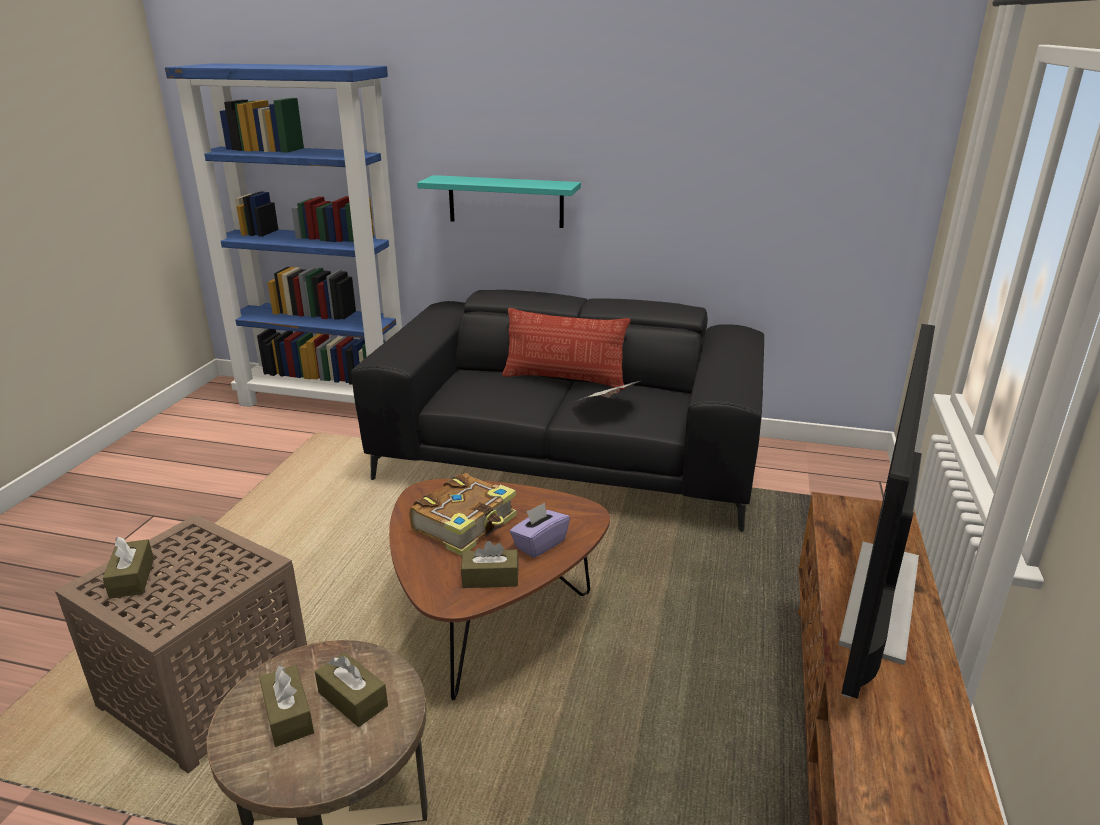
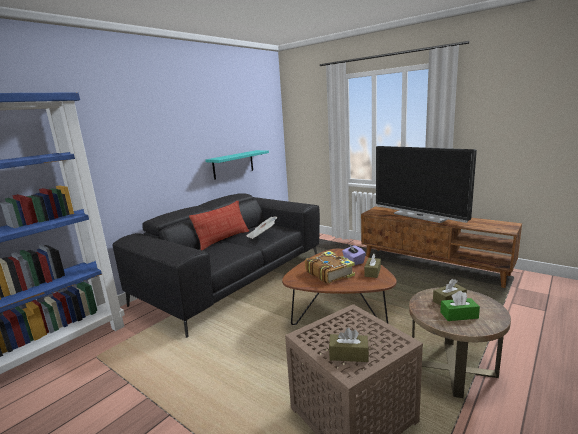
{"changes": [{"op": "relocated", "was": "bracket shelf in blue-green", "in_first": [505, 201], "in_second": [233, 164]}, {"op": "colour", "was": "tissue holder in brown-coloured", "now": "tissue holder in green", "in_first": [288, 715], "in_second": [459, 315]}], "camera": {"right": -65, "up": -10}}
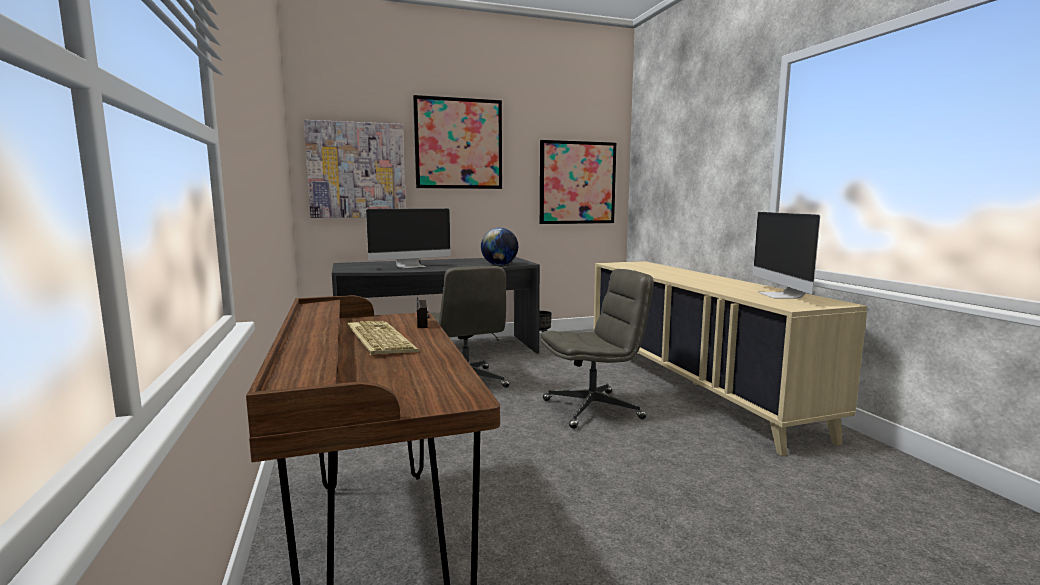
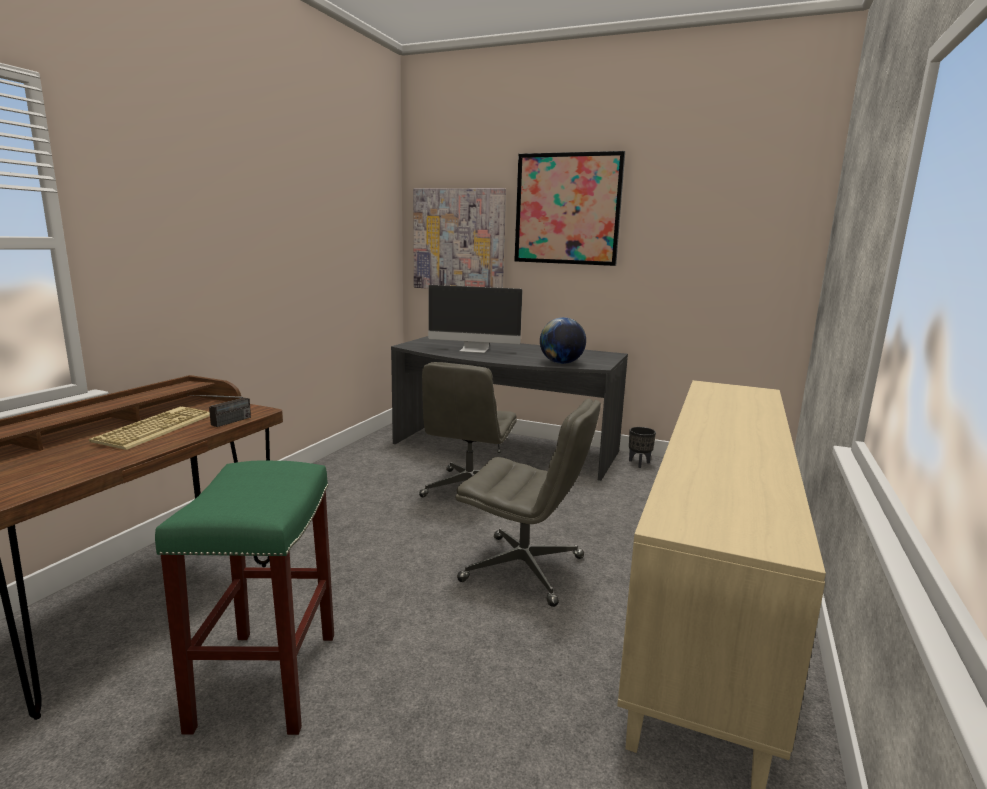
{"changes": [{"op": "missing", "was": "wall art", "in_first": [577, 183]}, {"op": "missing", "was": "computer screen", "in_first": [781, 295]}, {"op": "appeared", "now": "stool in green", "in_second": [267, 681]}], "camera": {"right": 40, "up": 5}}
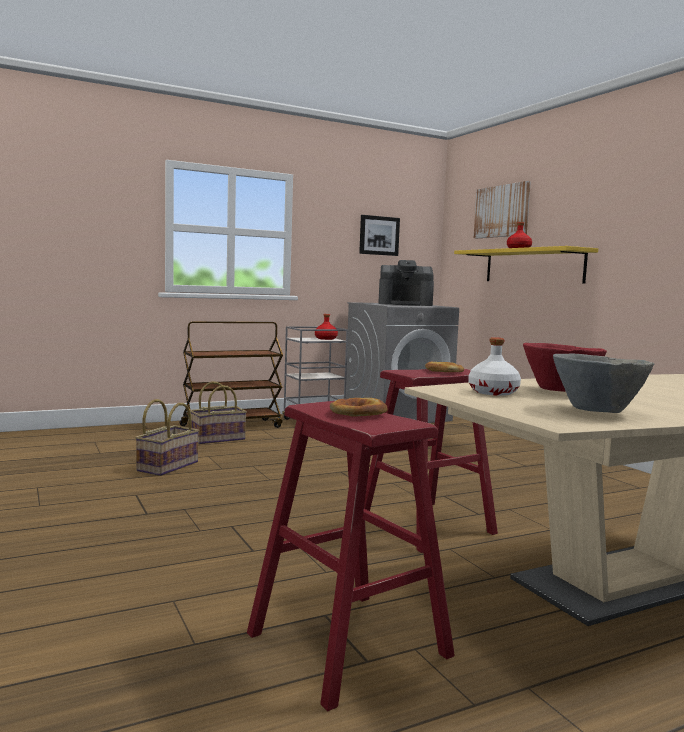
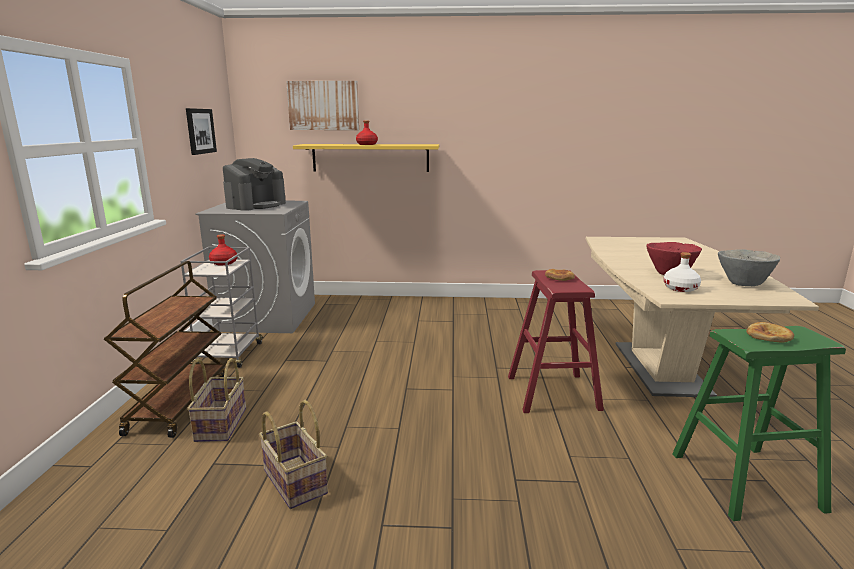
{"changes": [{"op": "colour", "was": "stool in red-coloured", "now": "stool in green", "in_first": [348, 644], "in_second": [745, 481]}], "camera": {"right": -60, "up": 10}}
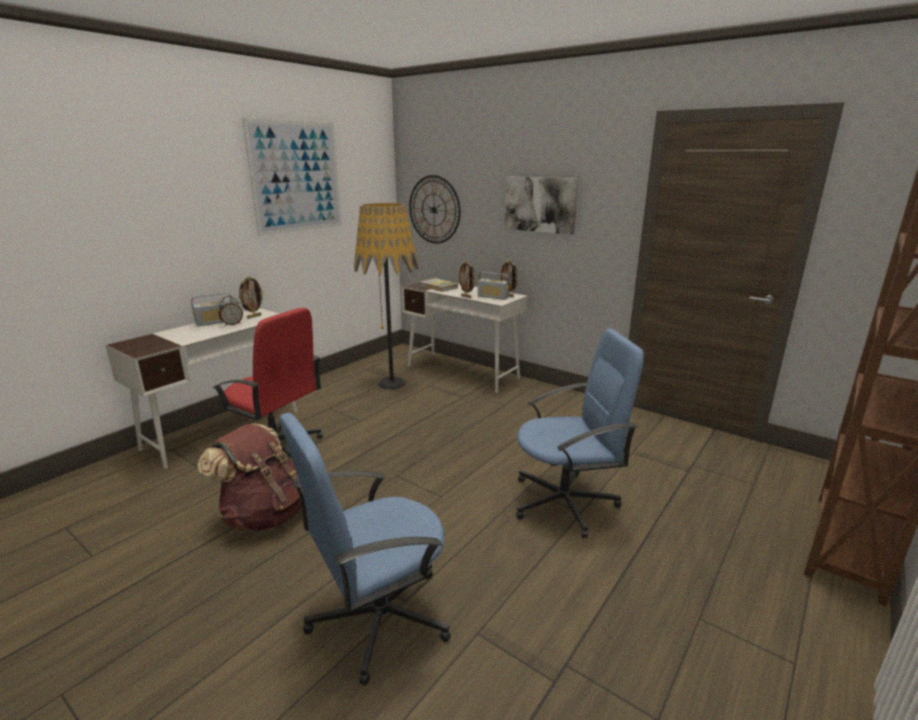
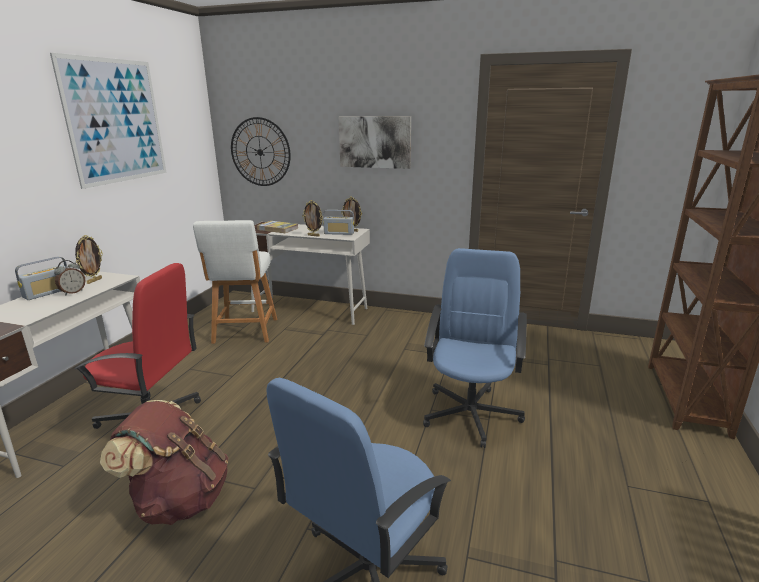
{"changes": [{"op": "exchanged", "was": "standing lamp", "now": "stool in white-coloured", "in_first": [391, 383], "in_second": [245, 332]}, {"op": "spun", "was": "desk chair in blue", "in_first": [565, 502], "in_second": [471, 413], "clockwise": -45}], "camera": {"right": -20, "up": 0}}
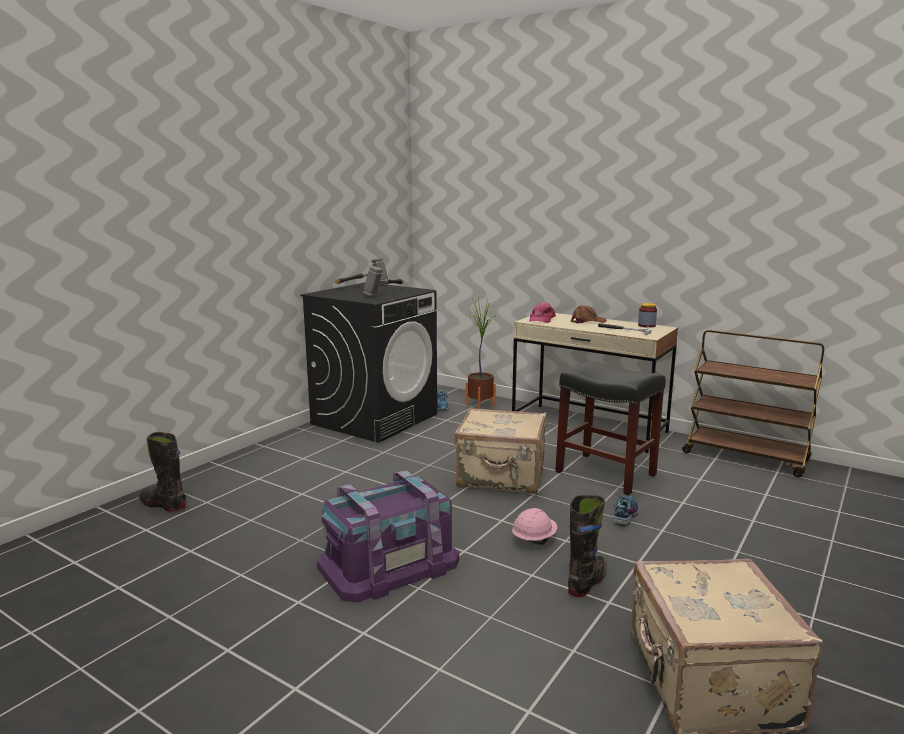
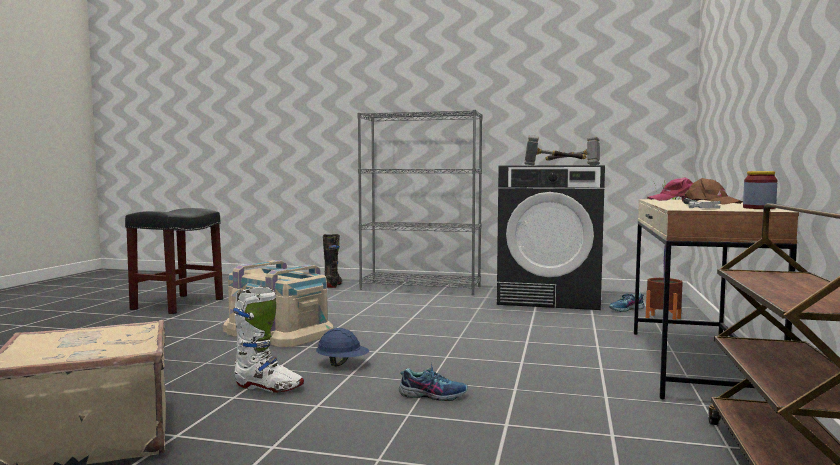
{"changes": [{"op": "relocated", "was": "stool in black", "in_first": [604, 473], "in_second": [178, 304]}, {"op": "missing", "was": "suitcase in beige-coloured", "in_first": [501, 477]}, {"op": "colour", "was": "storage box in purple-coloured", "now": "storage box in beige-coloured", "in_first": [388, 563], "in_second": [278, 331]}, {"op": "colour", "was": "tall boot in black", "now": "tall boot in white-coloured", "in_first": [587, 582], "in_second": [268, 387]}, {"op": "colour", "was": "work helmet in pinkish", "now": "work helmet in blue", "in_first": [534, 540], "in_second": [343, 364]}, {"op": "appeared", "now": "bookshelf in gray", "in_second": [421, 288]}], "camera": {"right": 70, "up": -10}}
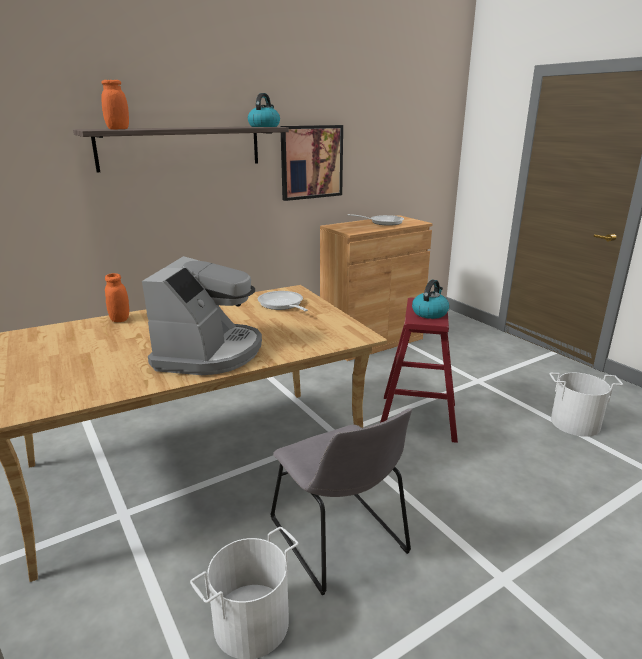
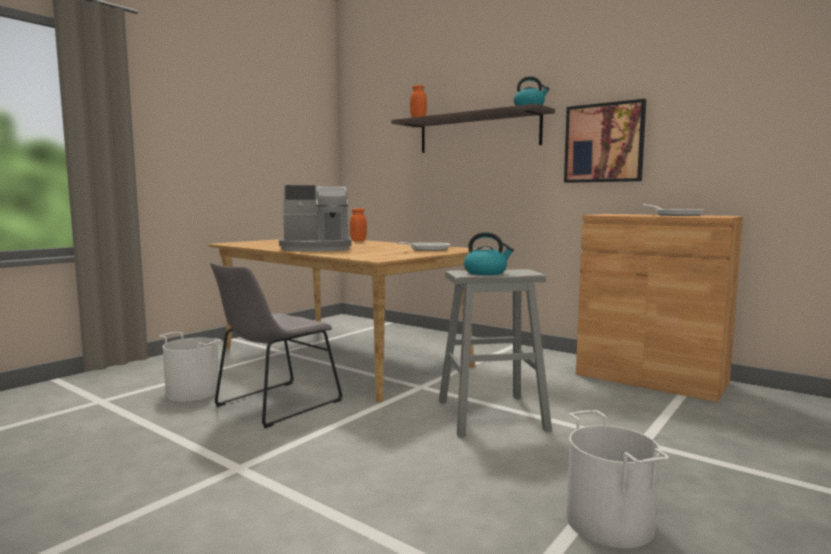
{"changes": [{"op": "colour", "was": "stool in red-coloured", "now": "stool in gray", "in_first": [417, 417], "in_second": [491, 415]}], "camera": {"right": 70, "up": -15}}
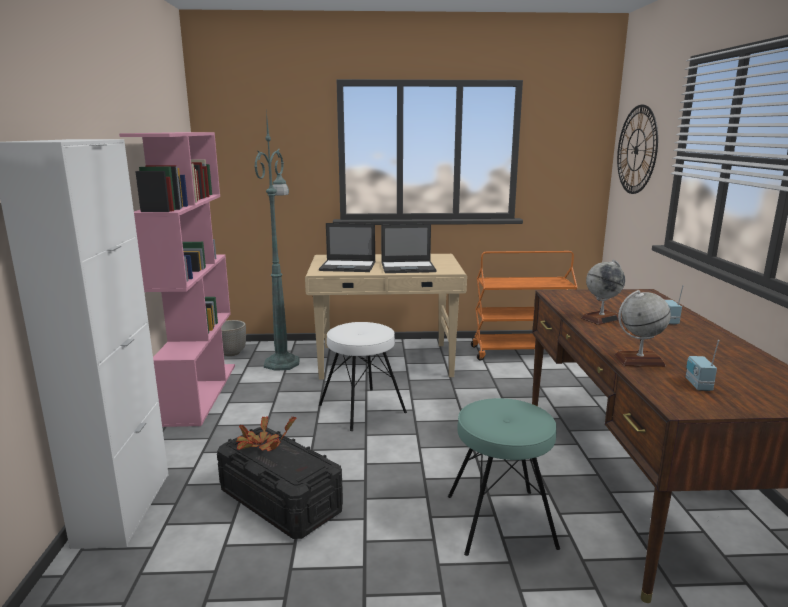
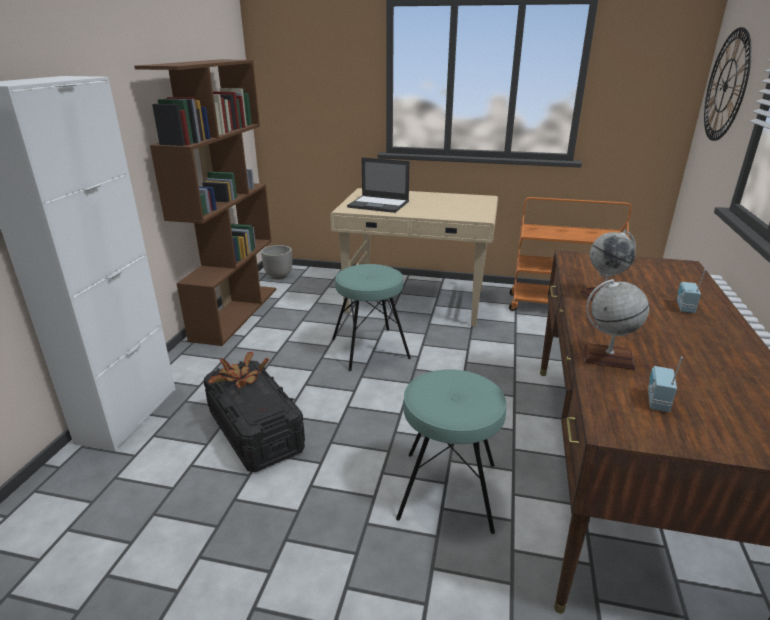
{"changes": [{"op": "missing", "was": "standing lamp in green", "in_first": [283, 362]}, {"op": "colour", "was": "bookshelf in pinkish", "now": "bookshelf in brown-coloured", "in_first": [200, 392], "in_second": [235, 313]}, {"op": "missing", "was": "portable computer", "in_first": [408, 267]}, {"op": "colour", "was": "stool in white-coloured", "now": "stool in blue-green", "in_first": [362, 409], "in_second": [370, 348]}], "camera": {"right": 15, "up": 10}}
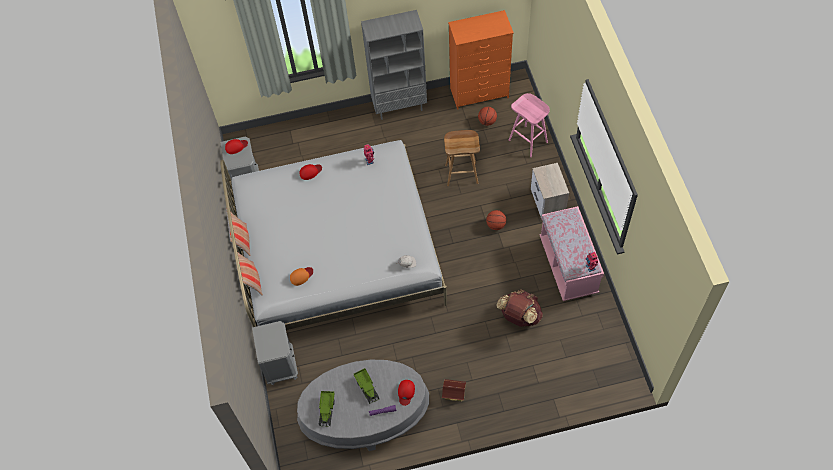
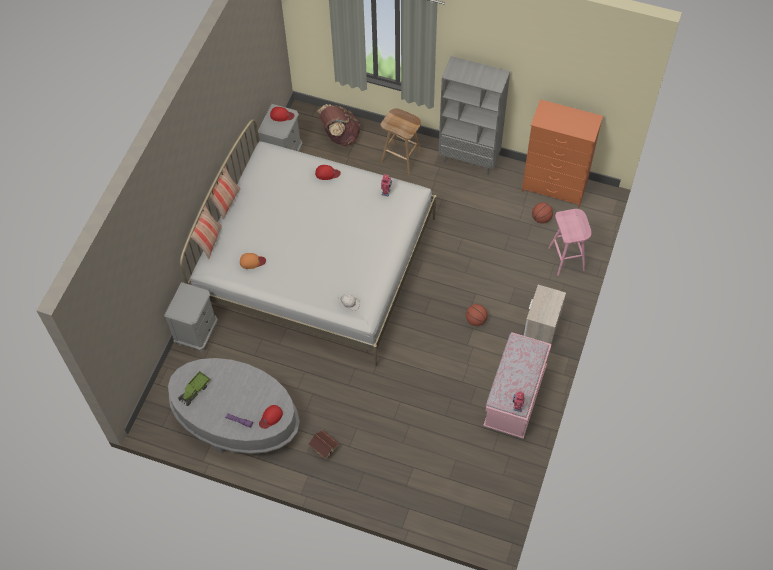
{"changes": [{"op": "relocated", "was": "stool in brown-coloured", "in_first": [462, 174], "in_second": [402, 158]}, {"op": "relocated", "was": "backpack in brown-coloured", "in_first": [519, 316], "in_second": [340, 136]}, {"op": "missing", "was": "toy truck", "in_first": [367, 388]}], "camera": {"right": 30, "up": 0}}
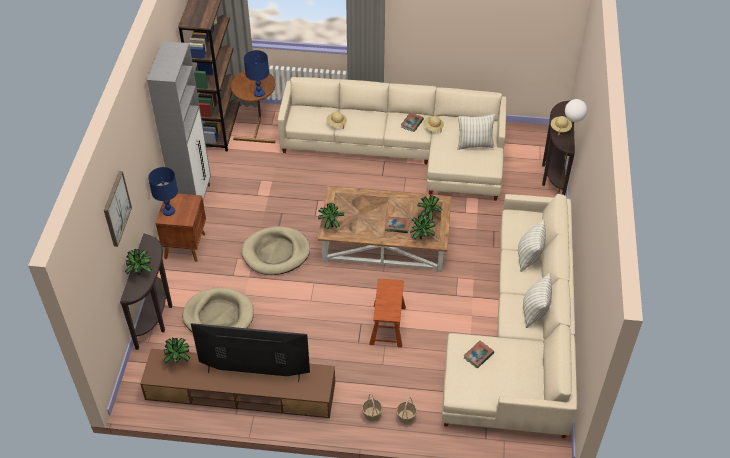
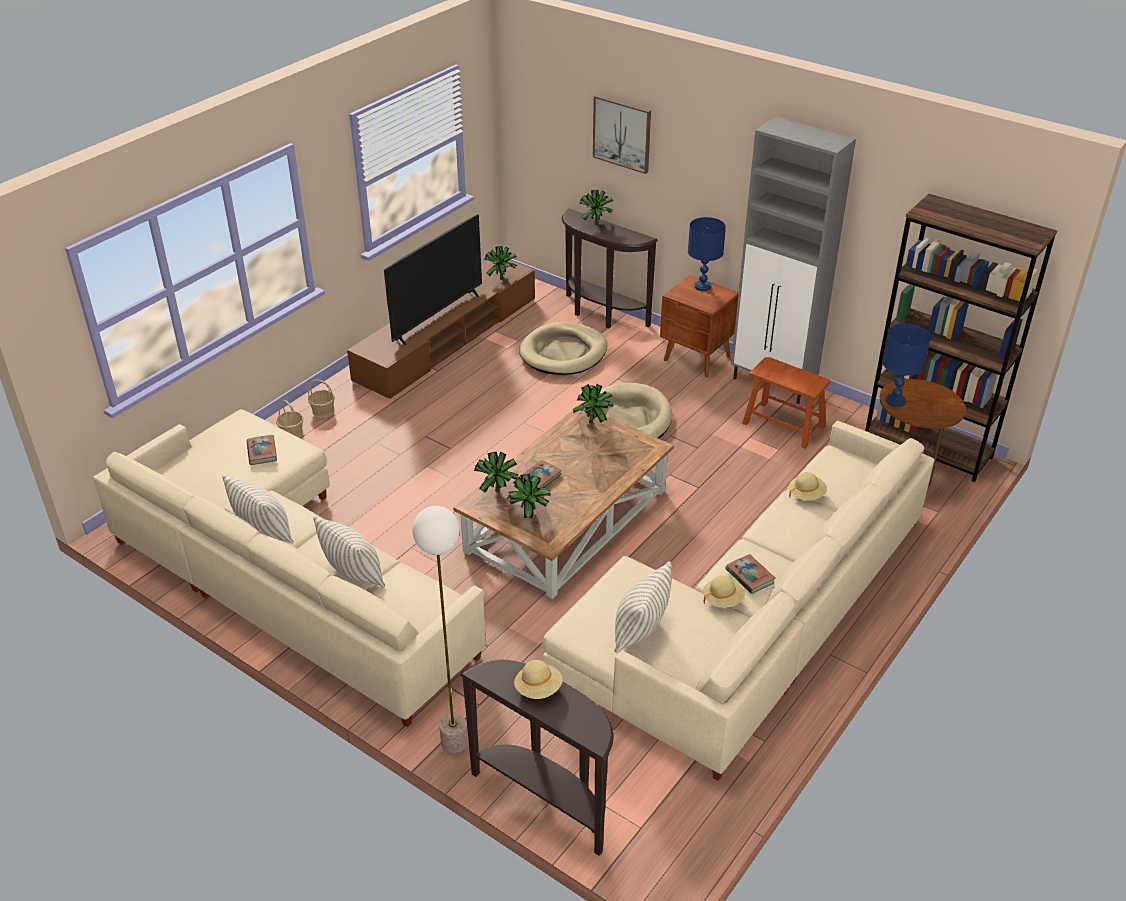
{"changes": [{"op": "relocated", "was": "stool in brown-coloured", "in_first": [387, 325], "in_second": [783, 425]}], "camera": {"right": 120, "up": -10}}
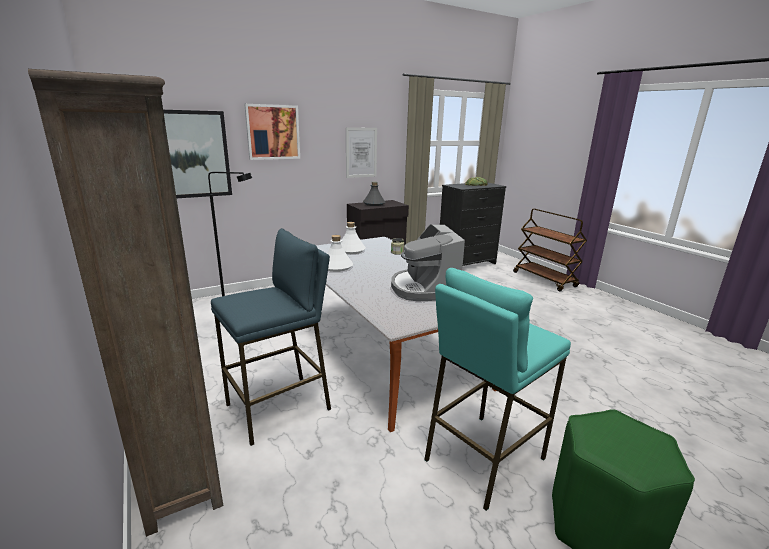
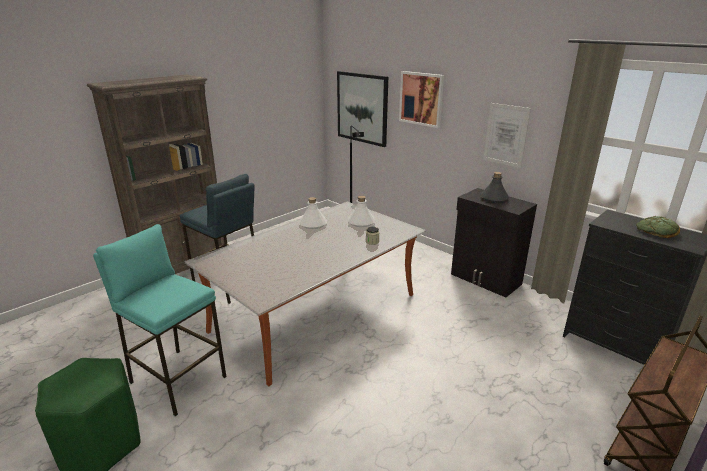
{"changes": [{"op": "missing", "was": "coffee machine", "in_first": [424, 288]}], "camera": {"right": 75, "up": 5}}
